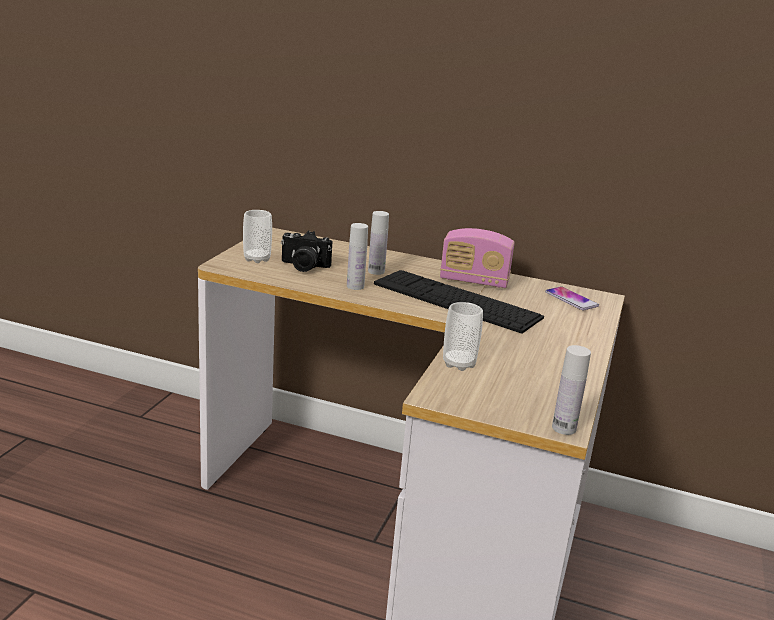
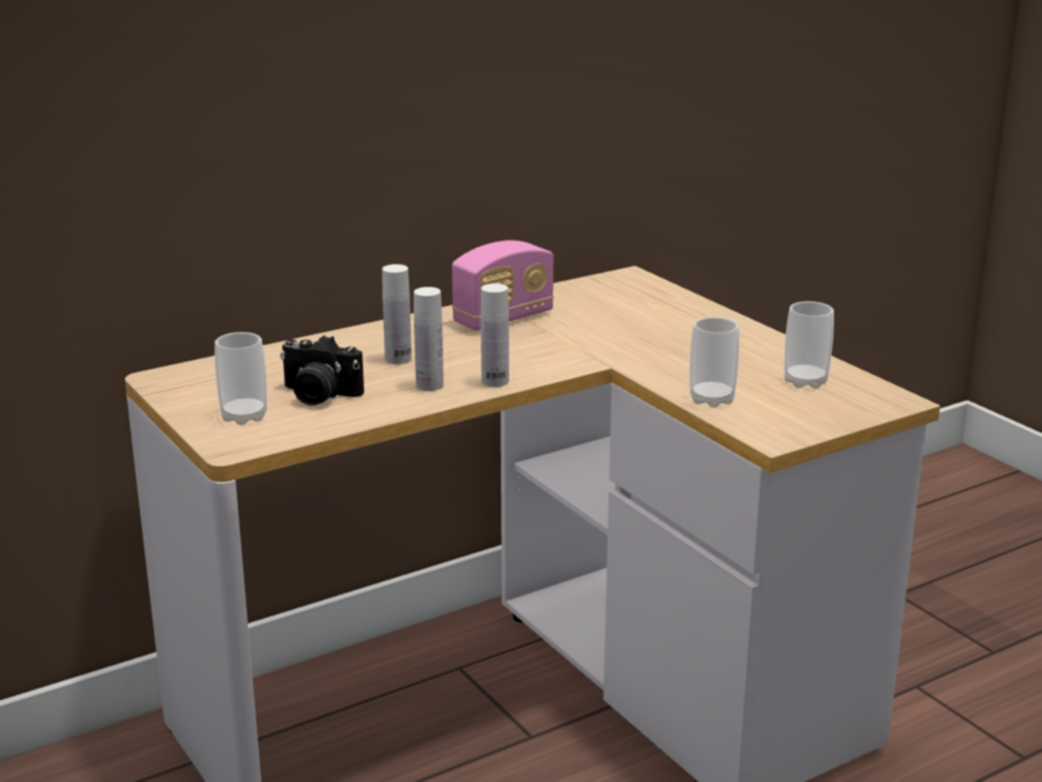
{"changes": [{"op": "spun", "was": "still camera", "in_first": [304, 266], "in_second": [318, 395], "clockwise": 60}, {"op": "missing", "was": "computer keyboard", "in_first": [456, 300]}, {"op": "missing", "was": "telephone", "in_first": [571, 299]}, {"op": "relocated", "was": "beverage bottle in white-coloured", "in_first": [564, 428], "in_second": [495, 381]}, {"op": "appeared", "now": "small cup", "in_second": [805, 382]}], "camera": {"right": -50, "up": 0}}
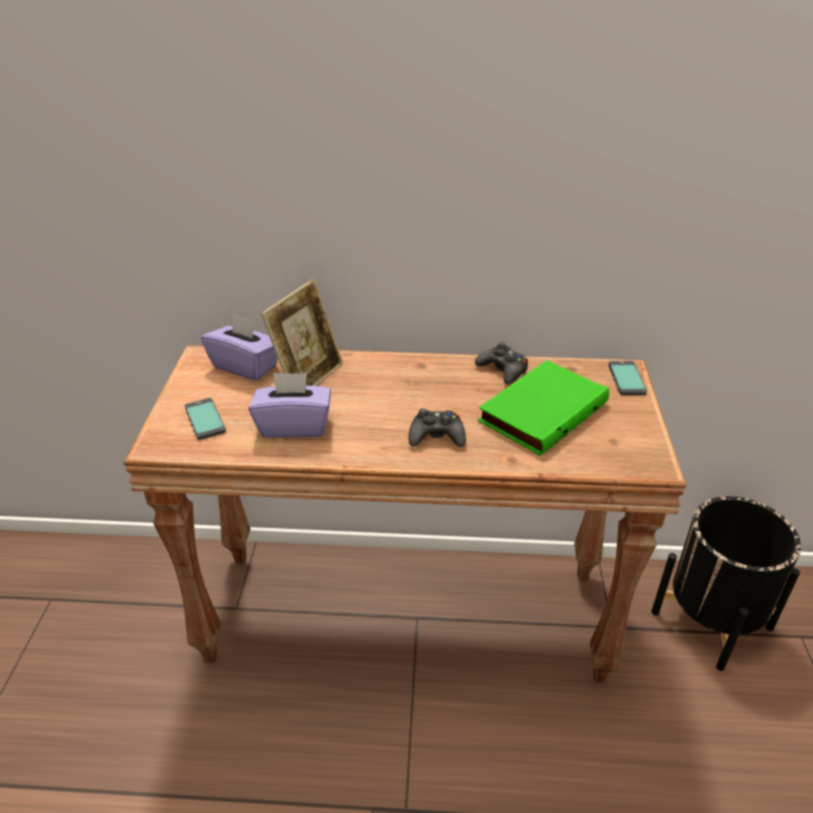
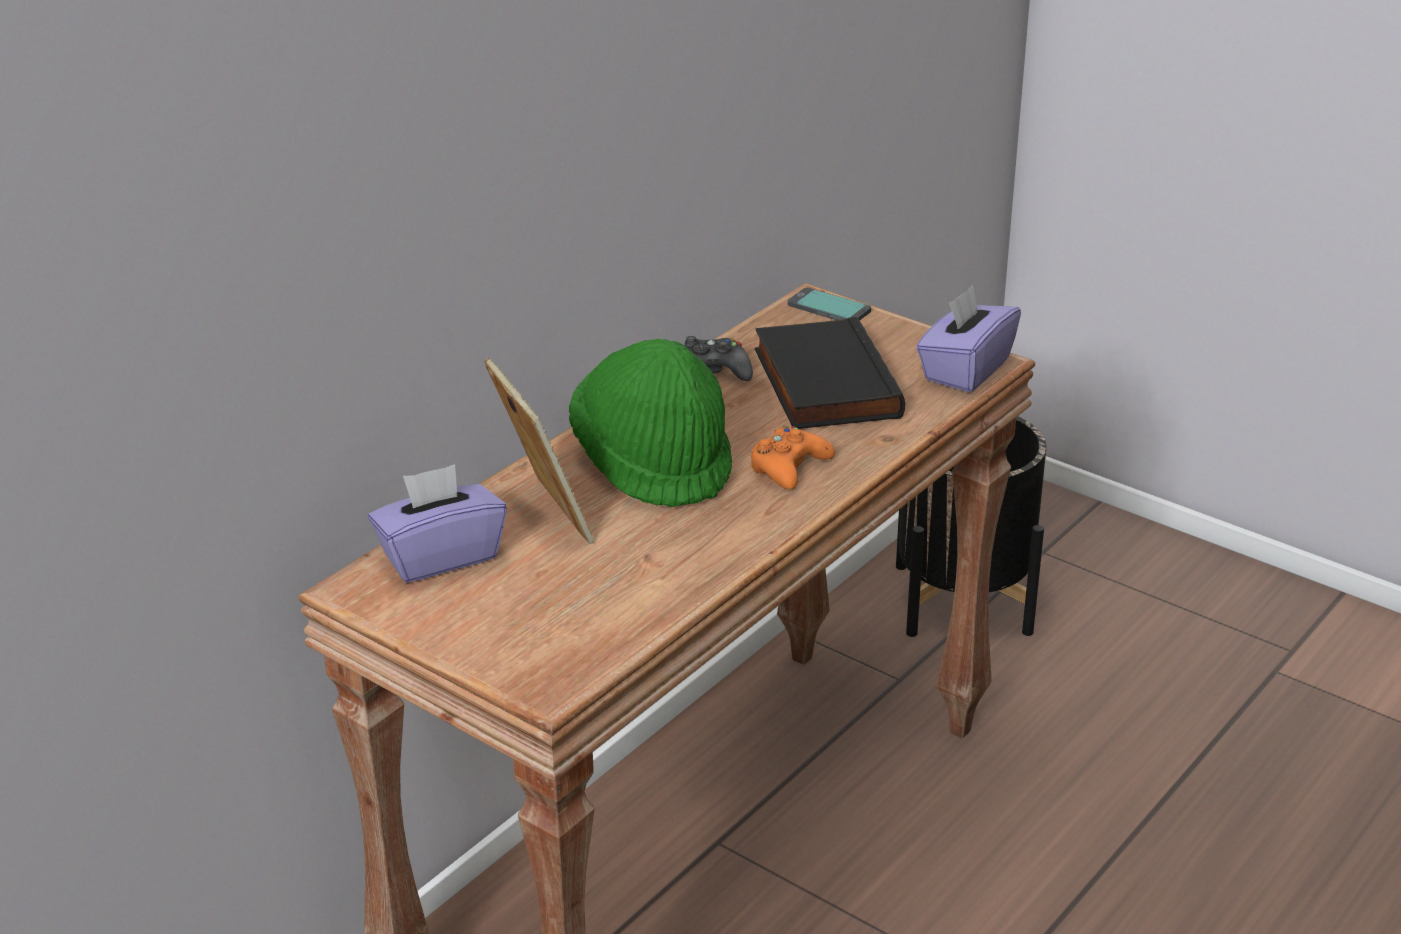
{"changes": [{"op": "colour", "was": "bound book in green", "now": "bound book in black", "in_first": [541, 410], "in_second": [822, 383]}, {"op": "relocated", "was": "tissue holder in purple-coloured", "in_first": [294, 425], "in_second": [965, 370]}, {"op": "missing", "was": "telephone", "in_first": [204, 419]}, {"op": "colour", "was": "joypad in black", "now": "joypad in orange-coloured", "in_first": [436, 436], "in_second": [789, 467]}, {"op": "appeared", "now": "clothing hat in green", "in_second": [654, 462]}], "camera": {"right": -55, "up": -5}}
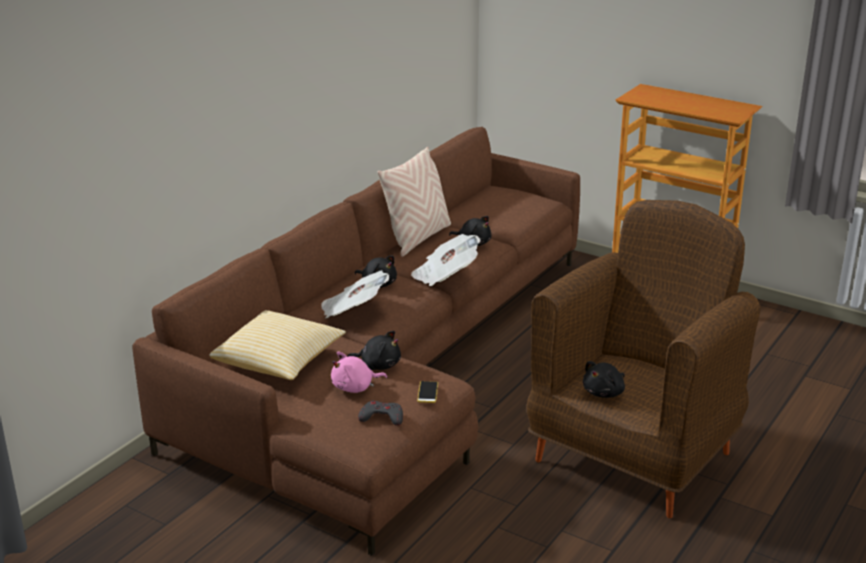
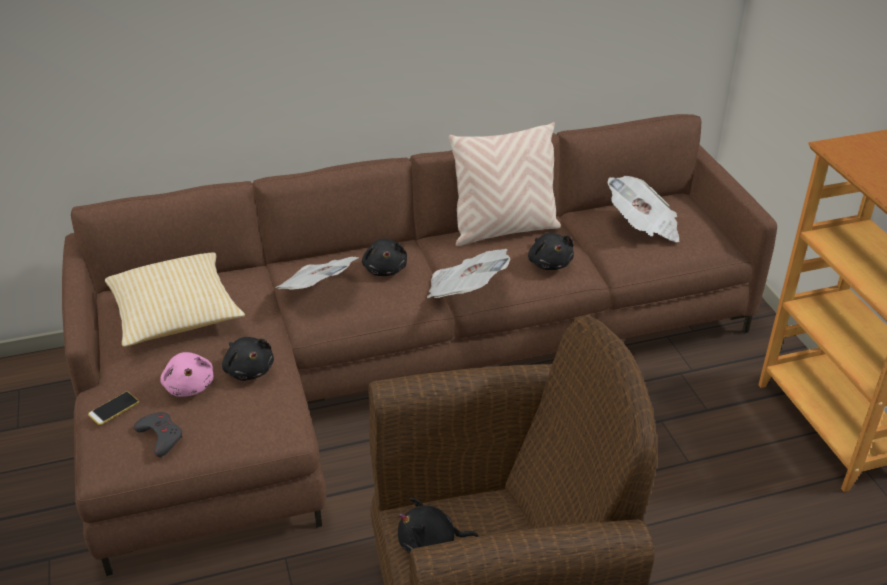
{"changes": [{"op": "spun", "was": "plush toy in pinkish", "in_first": [355, 387], "in_second": [189, 385], "clockwise": -135}, {"op": "relocated", "was": "telephone", "in_first": [427, 392], "in_second": [114, 408]}, {"op": "appeared", "now": "printed paper", "in_second": [643, 227]}], "camera": {"right": 40, "up": 10}}
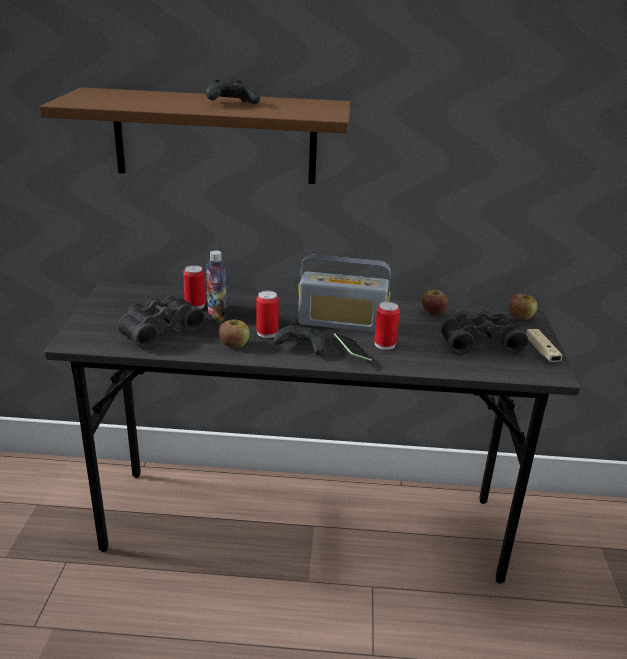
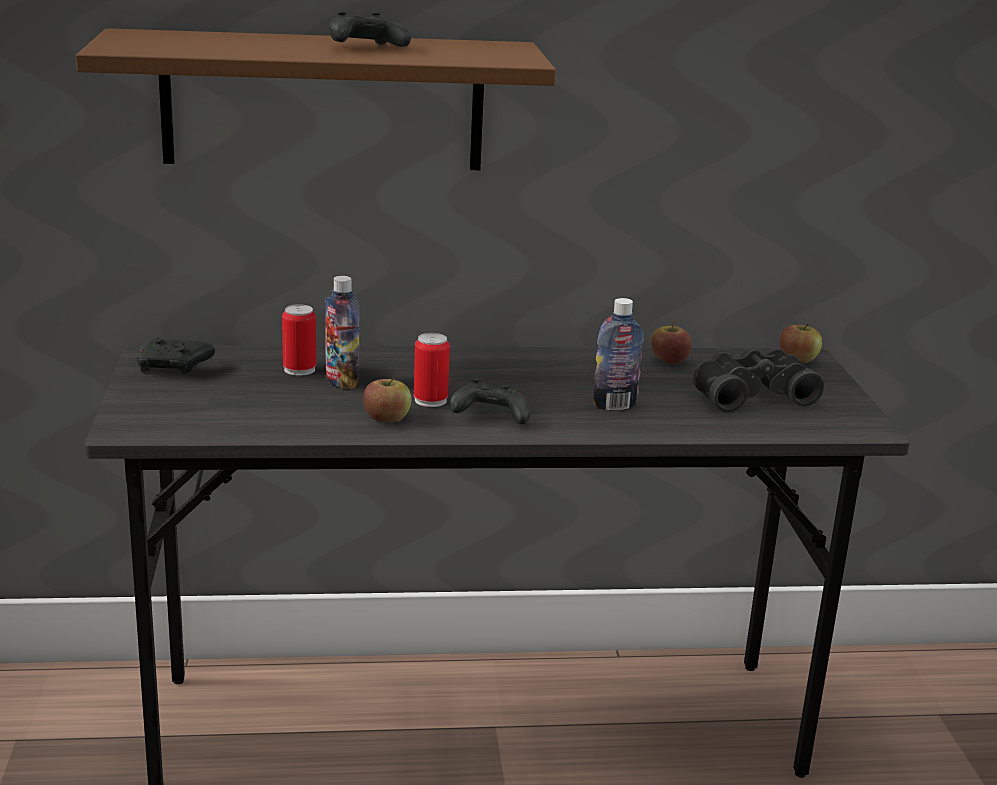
{"changes": [{"op": "missing", "was": "radio set", "in_first": [342, 323]}, {"op": "missing", "was": "pair of binoculars in black", "in_first": [158, 329]}, {"op": "exchanged", "was": "sealed can", "now": "beverage bottle", "in_first": [385, 344], "in_second": [614, 405]}, {"op": "missing", "was": "joypad in beige-coloured", "in_first": [542, 351]}, {"op": "missing", "was": "telephone", "in_first": [352, 353]}, {"op": "appeared", "now": "joypad in black", "in_second": [174, 368]}], "camera": {"right": -10, "up": -5}}
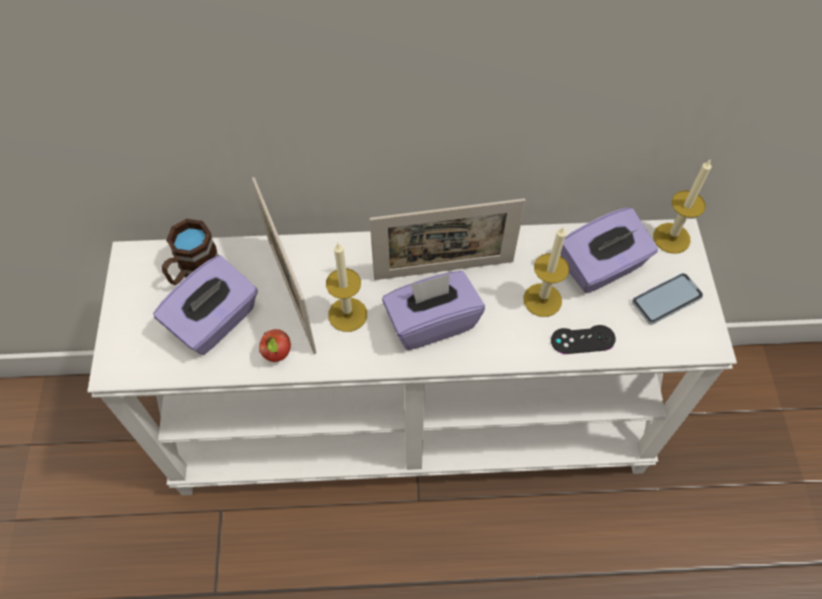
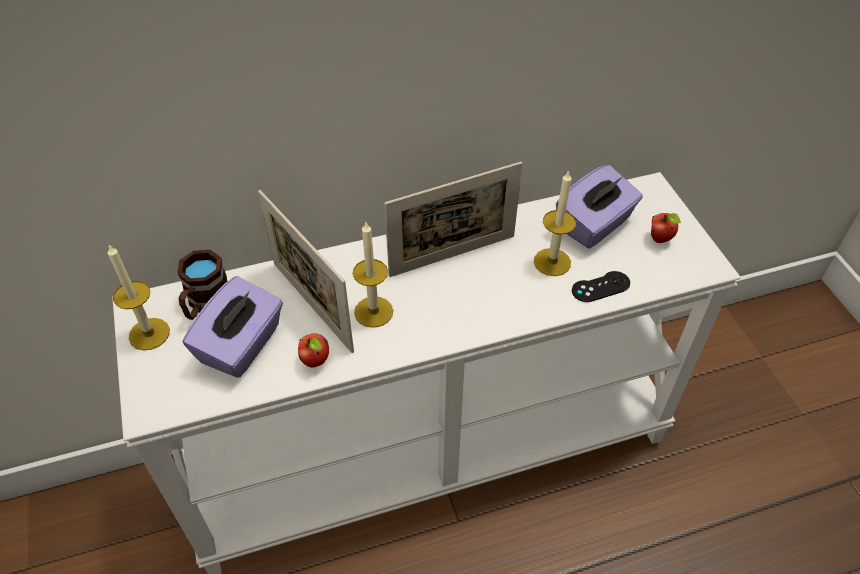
{"changes": [{"op": "relocated", "was": "wax candle", "in_first": [671, 238], "in_second": [149, 334]}, {"op": "missing", "was": "tissue holder in purple-coloured", "in_first": [431, 322]}, {"op": "exchanged", "was": "telephone", "now": "apple fruit", "in_first": [666, 299], "in_second": [661, 239]}], "camera": {"right": -15, "up": -10}}
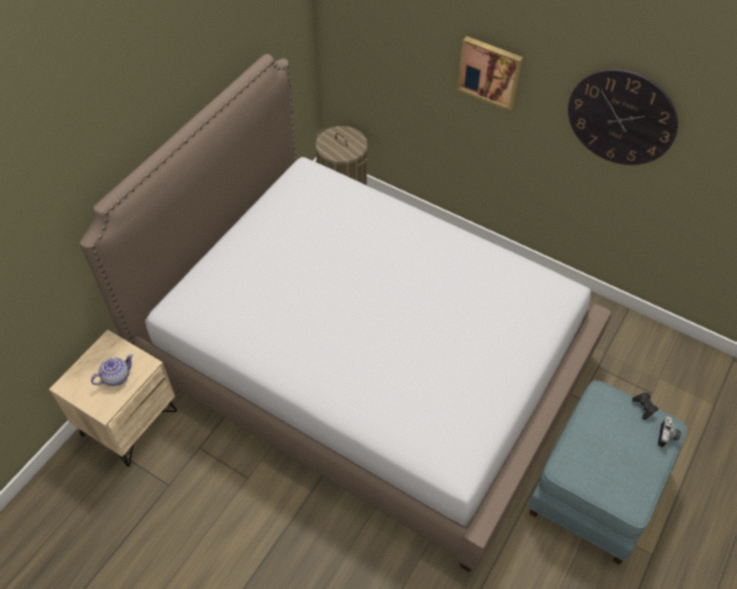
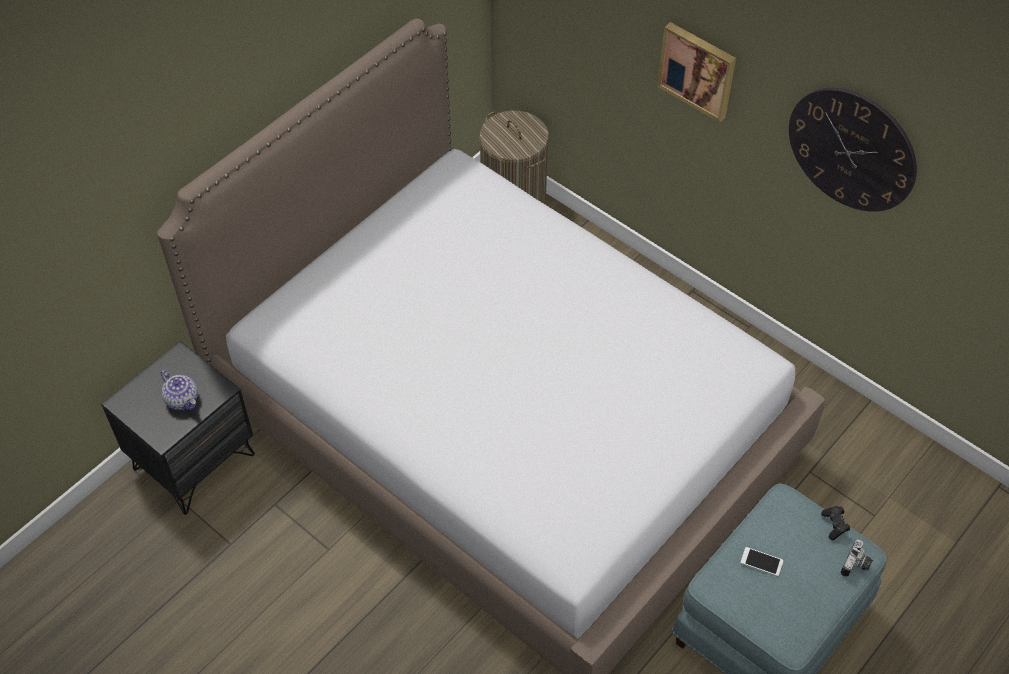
{"changes": [{"op": "colour", "was": "nightstand in beige-coloured", "now": "nightstand in black", "in_first": [129, 422], "in_second": [193, 461]}, {"op": "spun", "was": "teapot", "in_first": [116, 376], "in_second": [183, 399], "clockwise": 75}, {"op": "appeared", "now": "telephone", "in_second": [761, 561]}], "camera": {"right": 10, "up": 0}}
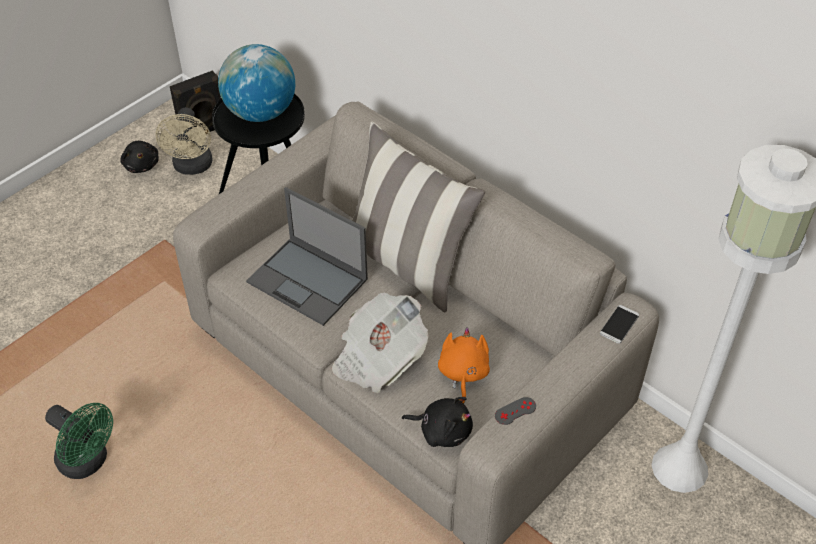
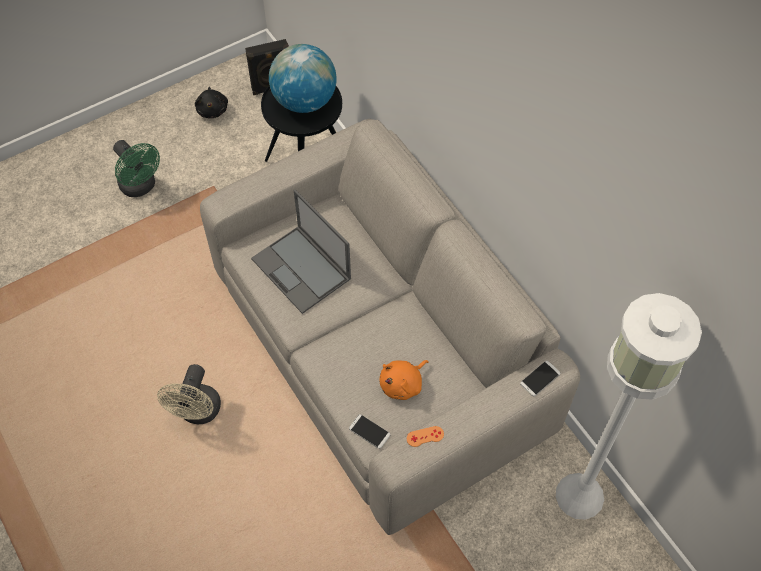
{"changes": [{"op": "relocated", "was": "cooling fan in beige-coloured", "in_first": [192, 167], "in_second": [198, 413]}, {"op": "missing", "was": "cushion", "in_first": [408, 263]}, {"op": "missing", "was": "printed paper", "in_first": [378, 358]}, {"op": "spun", "was": "plush toy in orange-coloured", "in_first": [463, 373], "in_second": [403, 384], "clockwise": -150}, {"op": "exchanged", "was": "plush toy in black", "now": "telephone", "in_first": [442, 431], "in_second": [369, 431]}, {"op": "colour", "was": "joypad in gray", "now": "joypad in orange-coloured", "in_first": [515, 411], "in_second": [425, 436]}, {"op": "relocated", "was": "cooling fan in green", "in_first": [88, 462], "in_second": [141, 187]}], "camera": {"right": 15, "up": 10}}
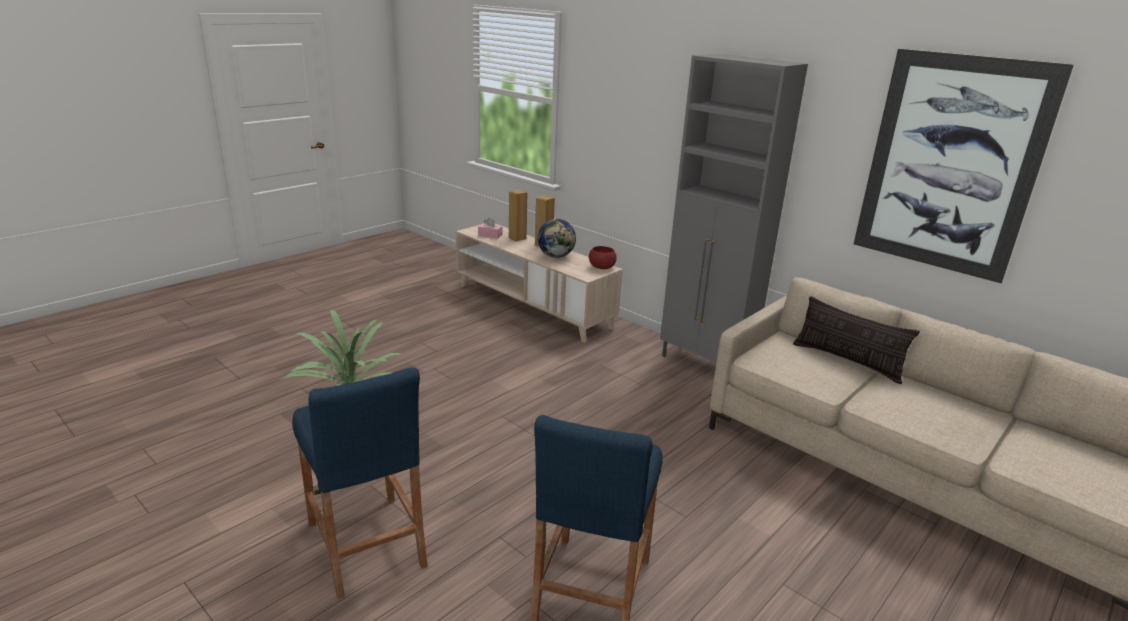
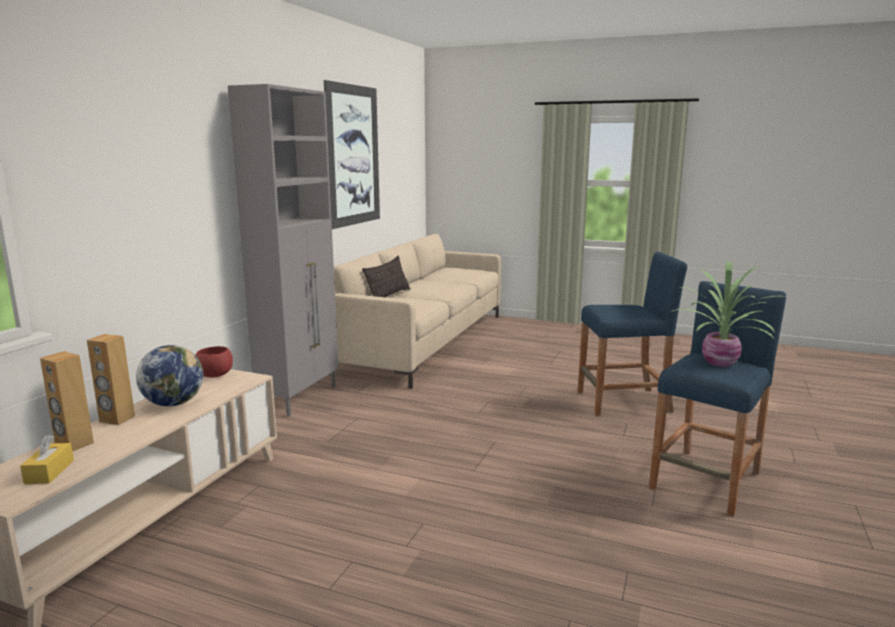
{"changes": [{"op": "colour", "was": "tissue holder in pinkish", "now": "tissue holder in yellowish", "in_first": [490, 235], "in_second": [49, 472]}], "camera": {"right": -110, "up": -10}}
